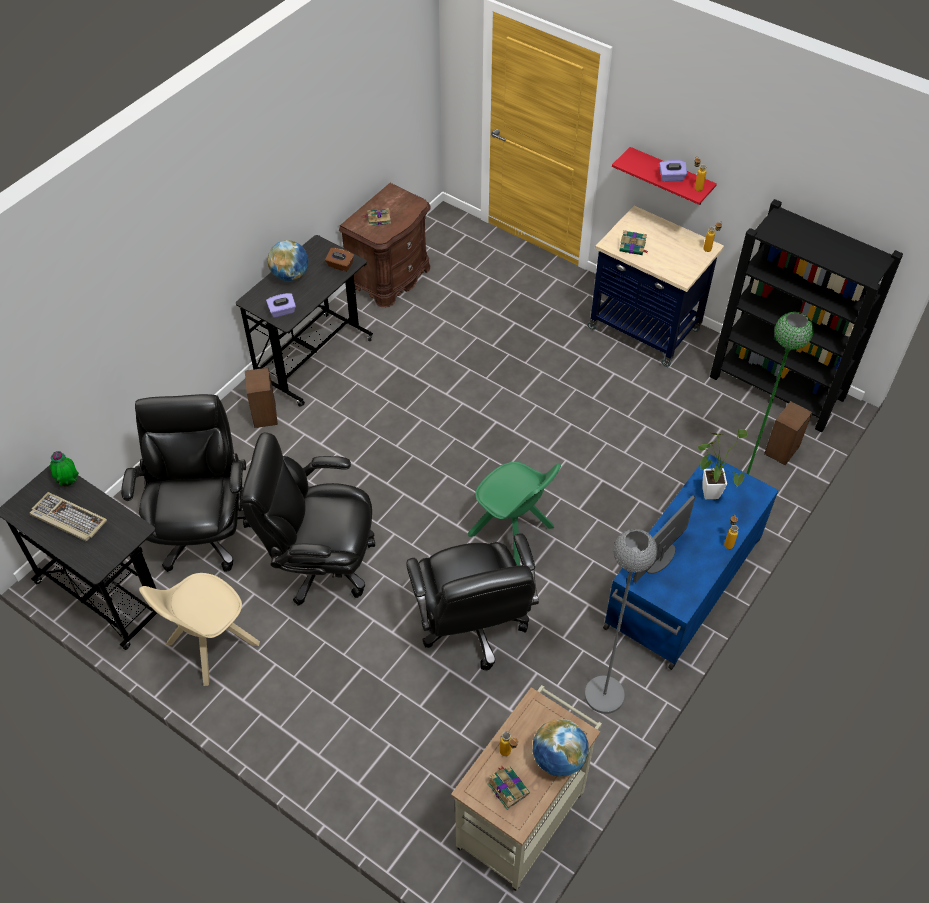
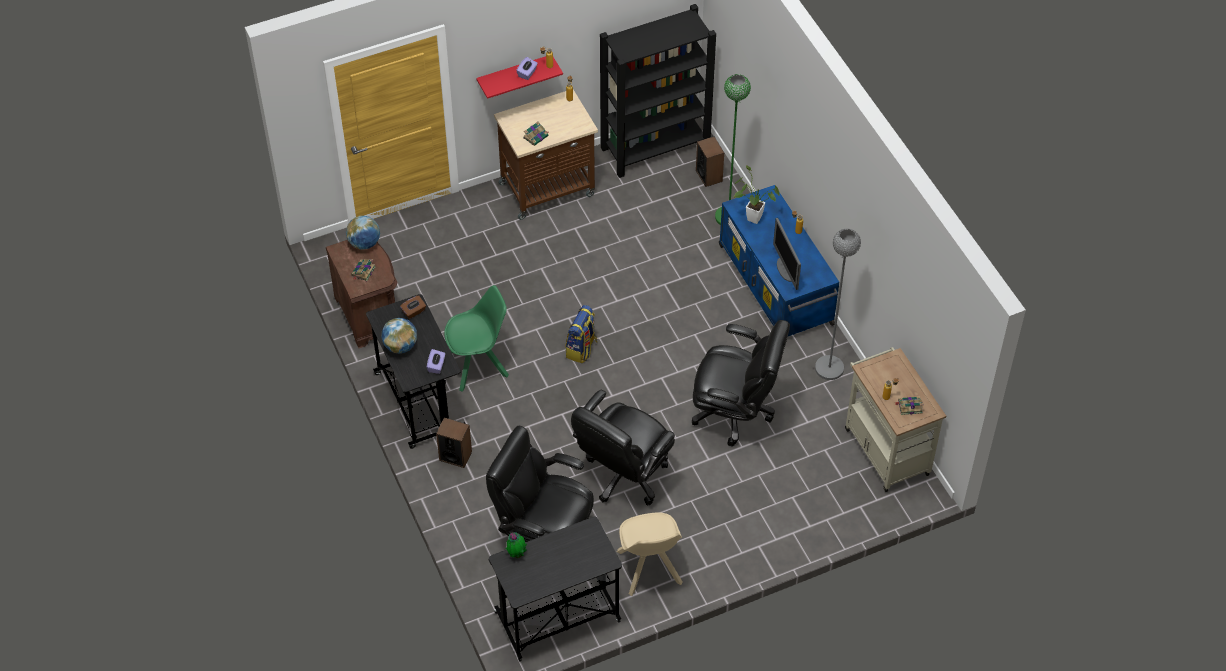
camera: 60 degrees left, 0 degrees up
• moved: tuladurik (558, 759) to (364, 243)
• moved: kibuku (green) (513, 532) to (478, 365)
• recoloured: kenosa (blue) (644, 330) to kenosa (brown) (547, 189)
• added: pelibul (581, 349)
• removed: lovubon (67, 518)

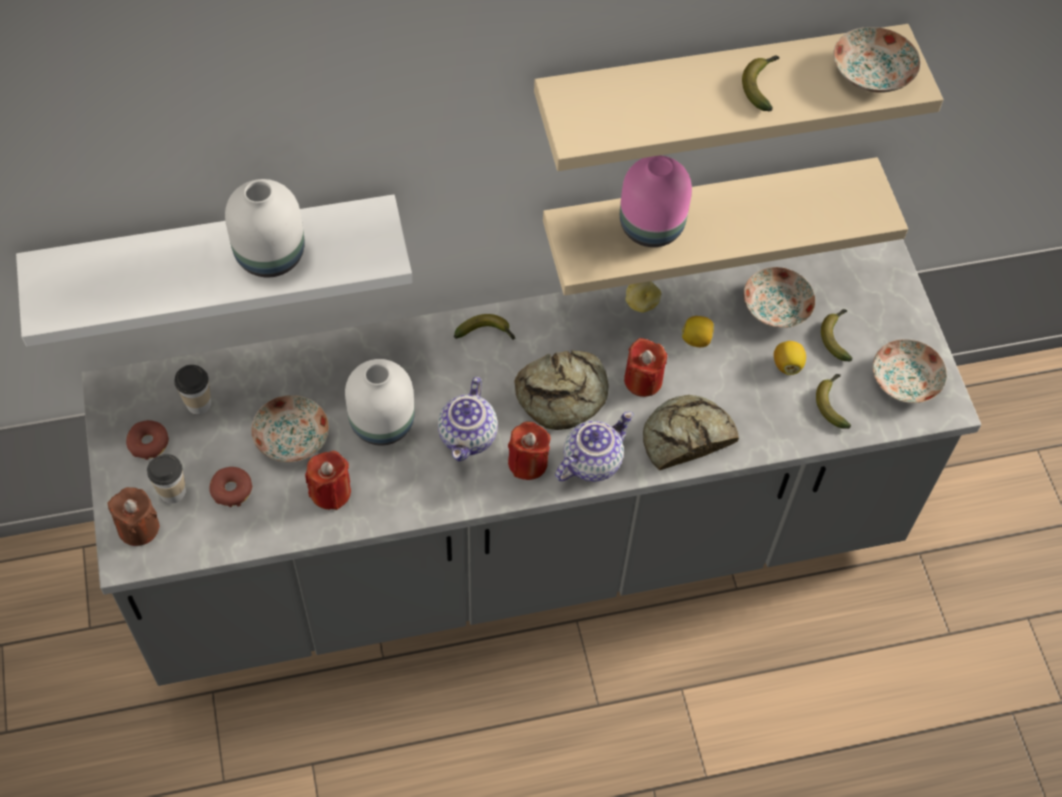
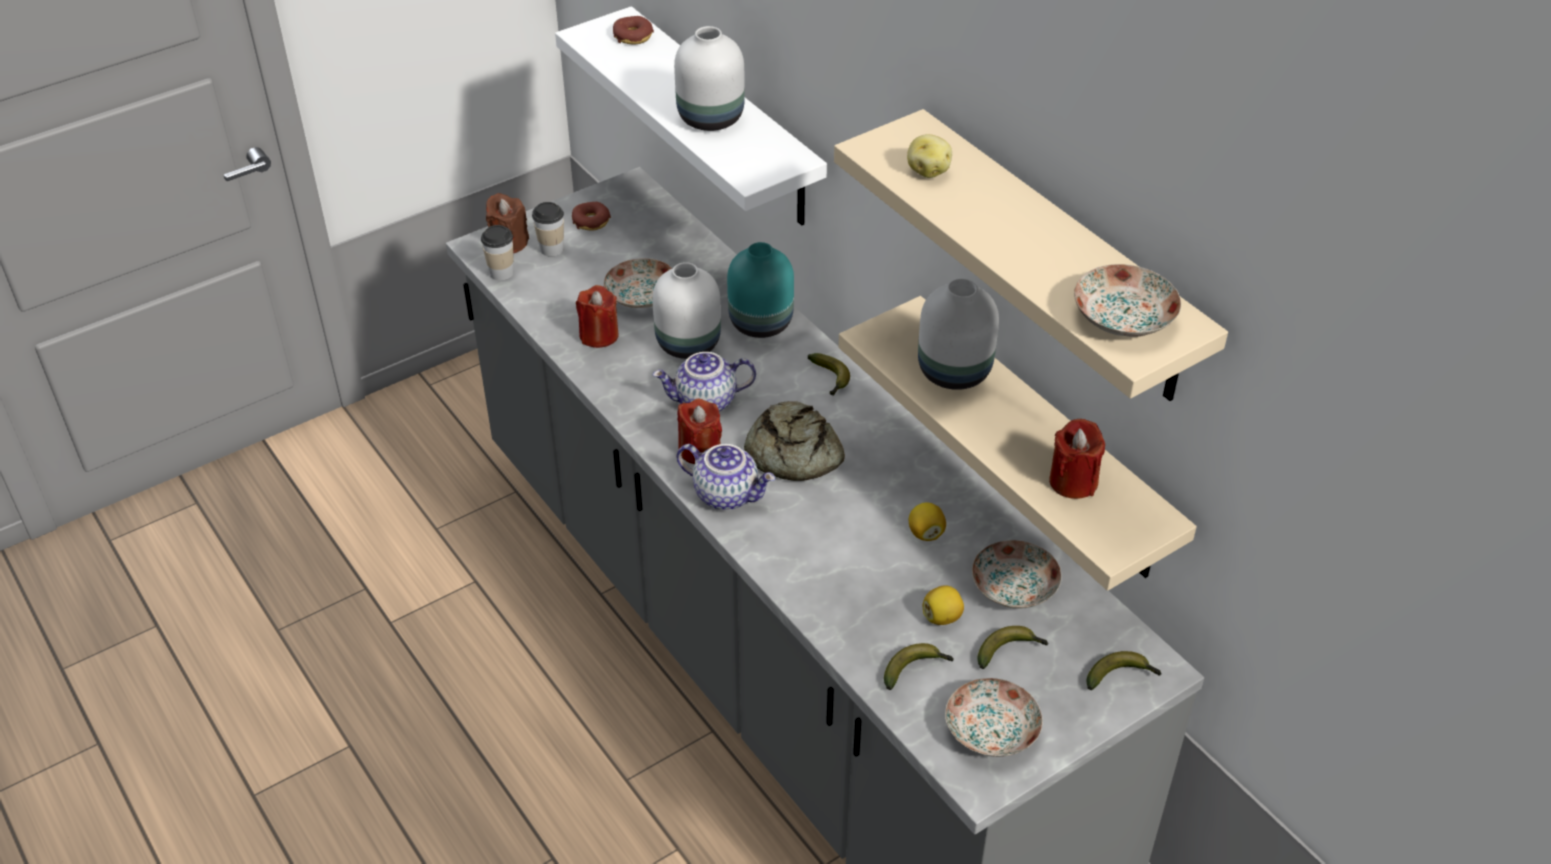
camera: 70 degrees right, 15 degrees down
• moved: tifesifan (198, 403) to (501, 272)
• moved: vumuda (231, 490) to (633, 36)
• added: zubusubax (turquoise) (761, 322)
• moved: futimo (641, 303) to (928, 171)
• recoloured: zubusubax (pink) (653, 227) to zubusubax (white) (954, 373)
• moved: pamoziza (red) (643, 380) to (1073, 481)
• moved: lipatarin (761, 85) to (1122, 676)
• removed: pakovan (685, 437)

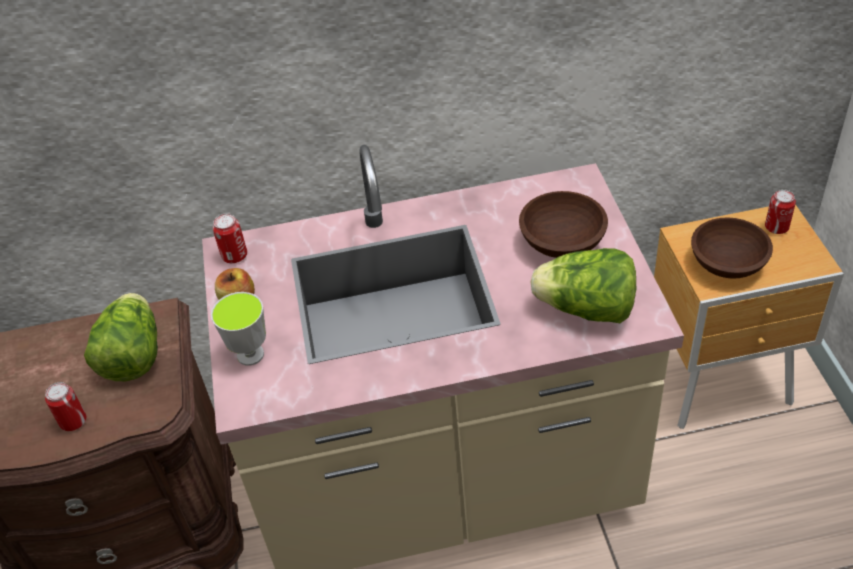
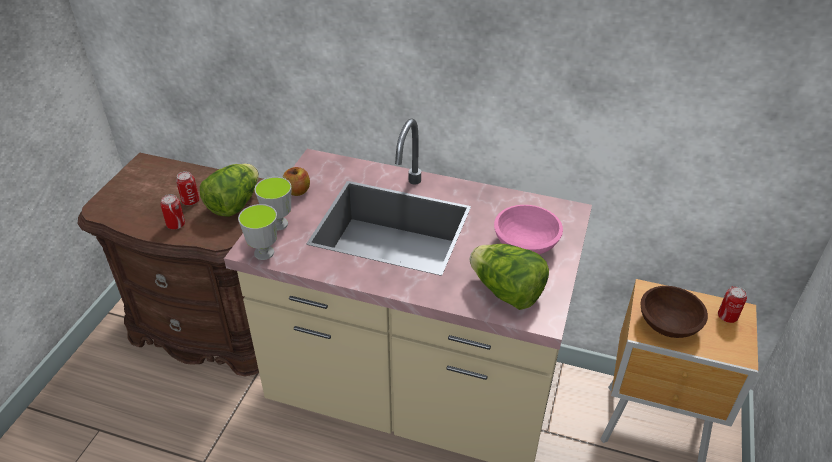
camera: 25 degrees right, 5 degrees down
• moved: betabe (234, 256) to (190, 201)
• added: tifesifan (264, 253)
• recoloured: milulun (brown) (563, 243) to milulun (pink) (526, 244)

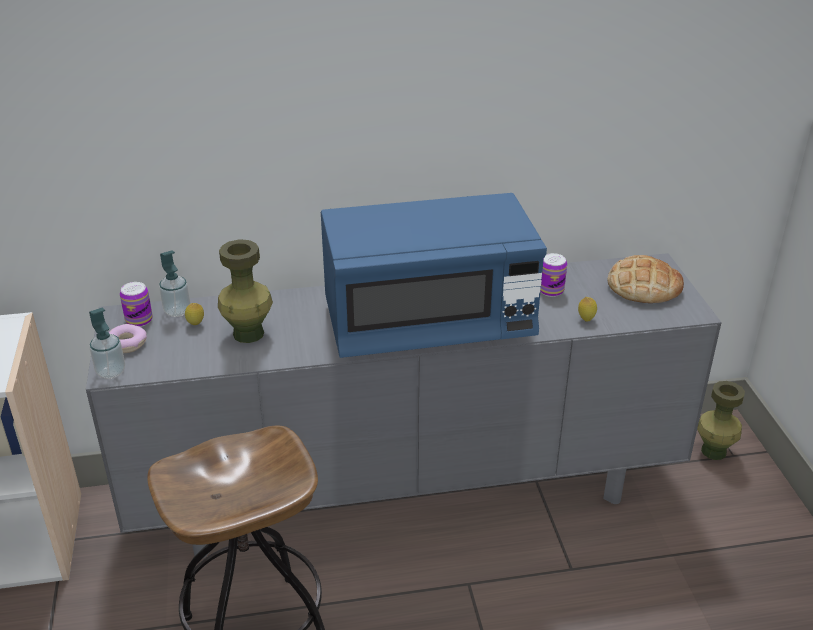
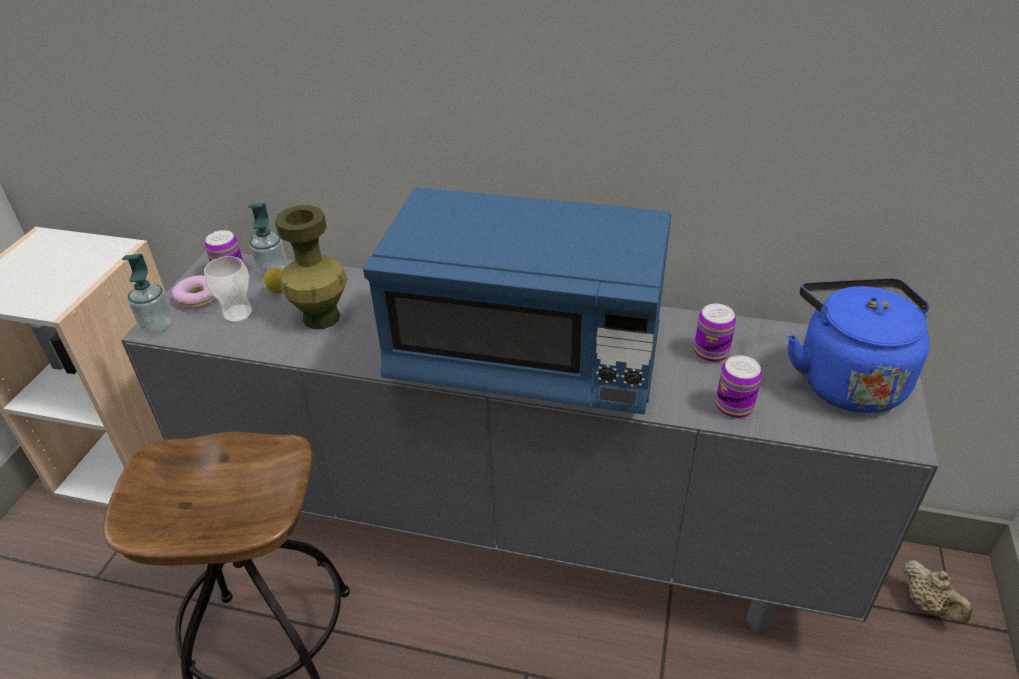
camera: 25 degrees right, 5 degrees up
• added: tifesifan (238, 314)
• replaced: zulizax (586, 319) to betabe (734, 406)
• replaced: pakovan (643, 286) to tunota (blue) (846, 379)
• replaced: zubusubax (green) (714, 451) to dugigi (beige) (928, 605)

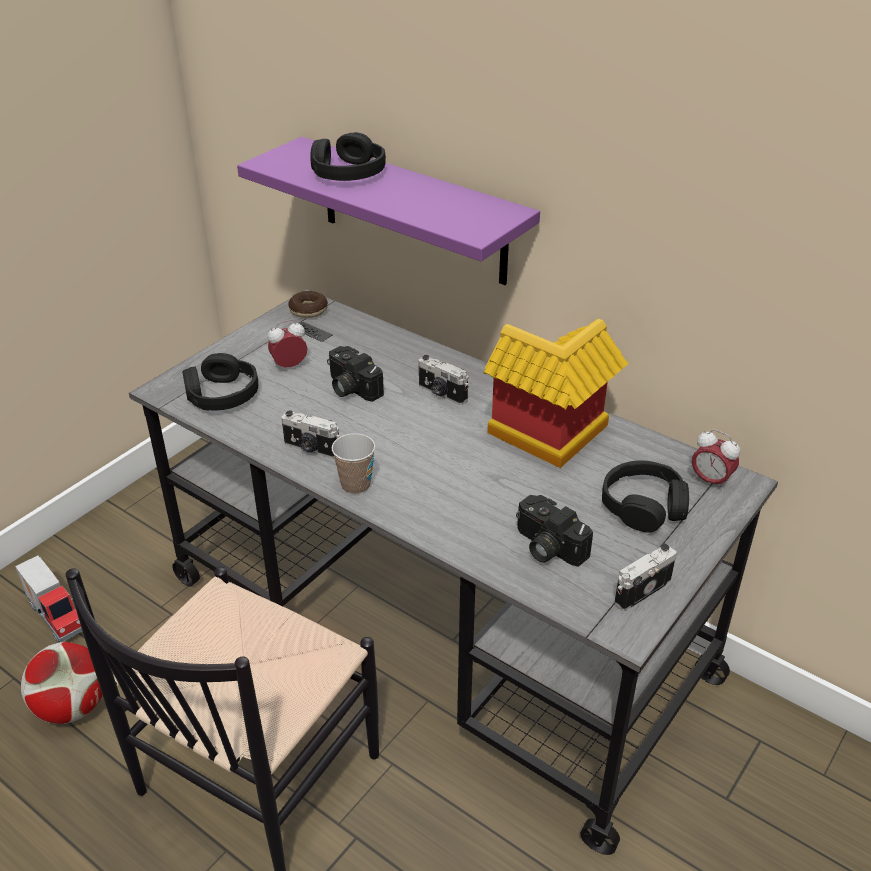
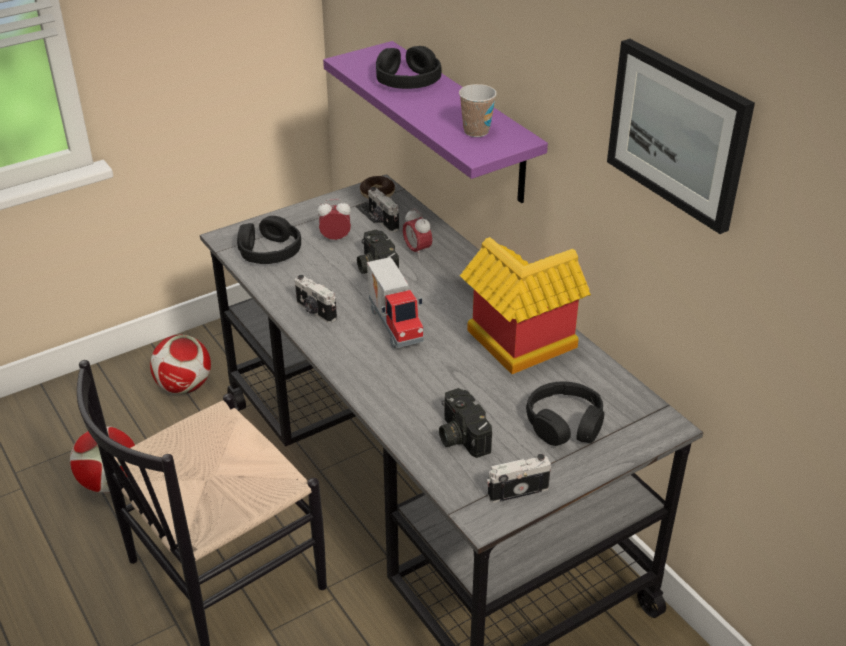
camera: 20 degrees right, 0 degrees up
• added: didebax (184, 386)
• moved: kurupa (58, 616) to (397, 325)
• moved: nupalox (441, 394) to (382, 221)
• moved: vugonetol (710, 481) to (417, 251)
• moved: tifesifan (355, 485) to (476, 131)
• added: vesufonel (678, 133)

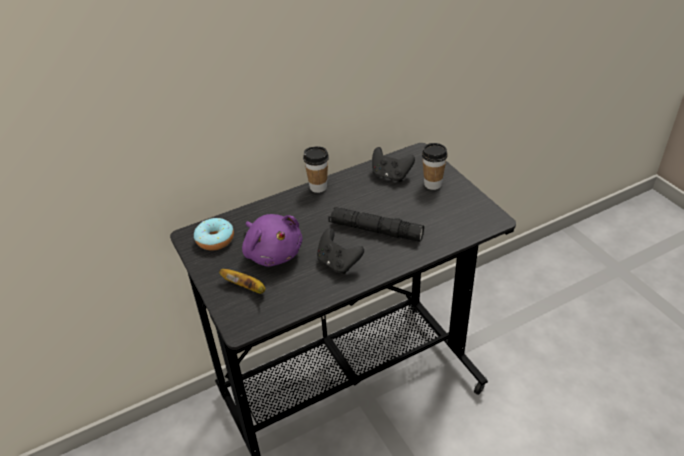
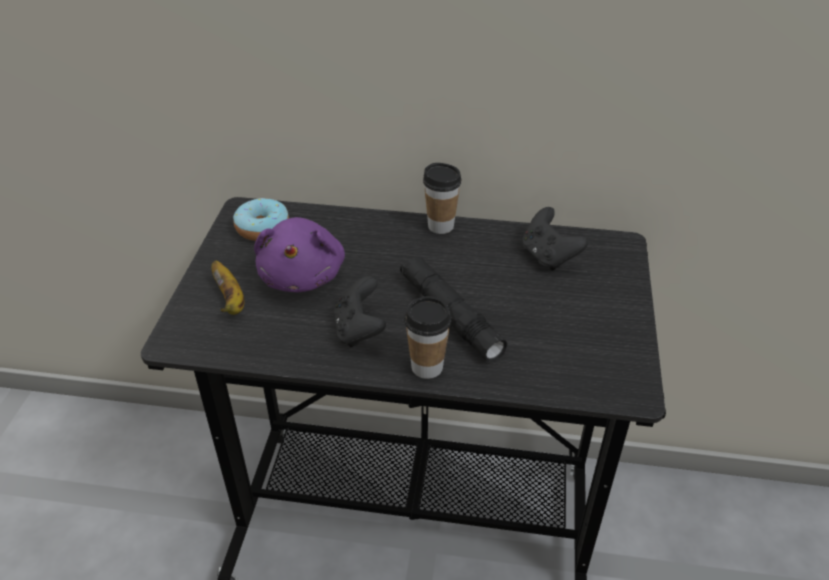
camera: 35 degrees right, 0 degrees up
• moved: tifesifan (432, 184) to (427, 367)

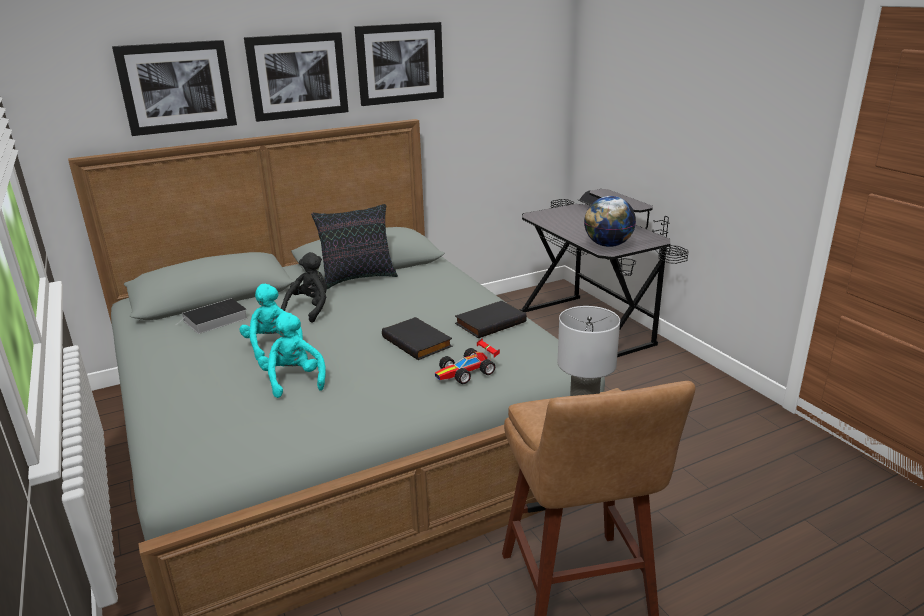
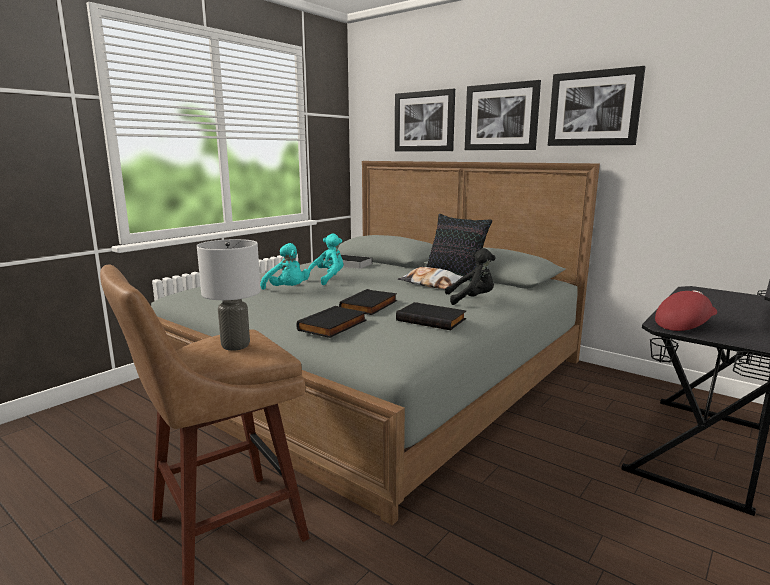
camera: 65 degrees right, 10 degrees down
• turned: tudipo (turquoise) (294, 380) = (287, 290) 90 degrees clockwise
• replaced: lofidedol (467, 372) to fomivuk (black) (333, 326)
• added: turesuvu (431, 284)
• moved: tudipo (black) (310, 309) to (472, 299)
• replaced: tuladurik (607, 245) to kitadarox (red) (684, 324)

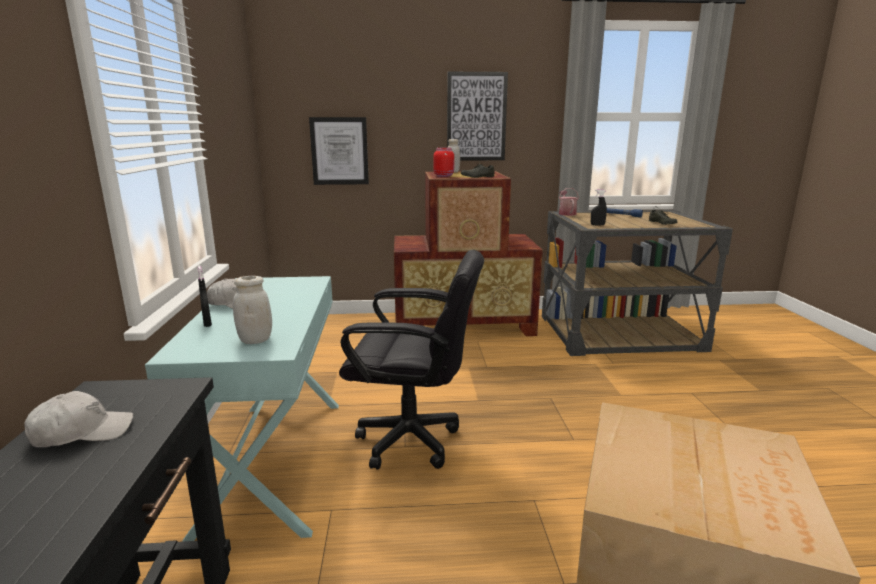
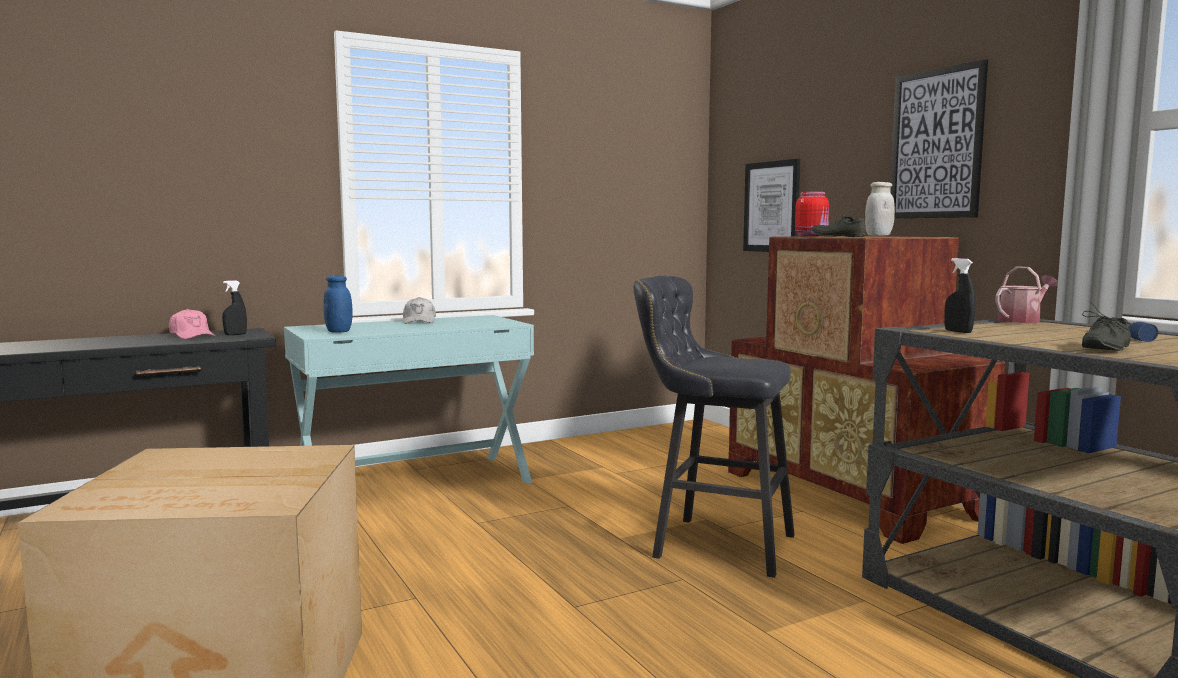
camera: 65 degrees right, 10 degrees down
• recoloured: kitadarox (white) (82, 432) to kitadarox (pink) (192, 335)
• moved: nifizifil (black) (207, 324) to (235, 334)
• recoloured: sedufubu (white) (255, 340) to sedufubu (blue) (338, 331)
• added: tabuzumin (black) (707, 543)
• removed: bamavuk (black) (415, 441)

